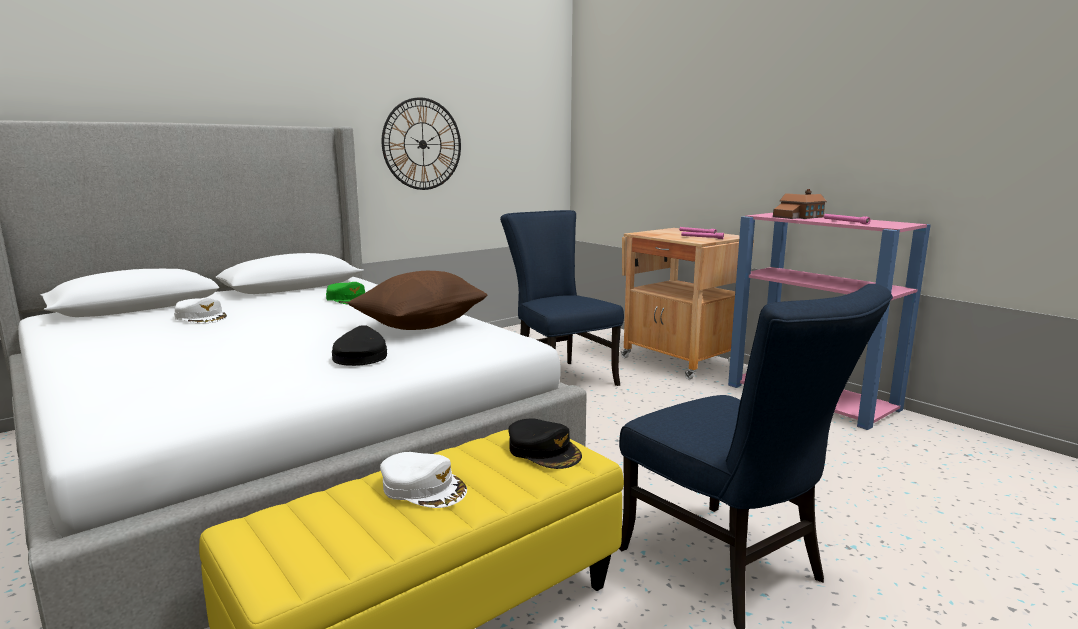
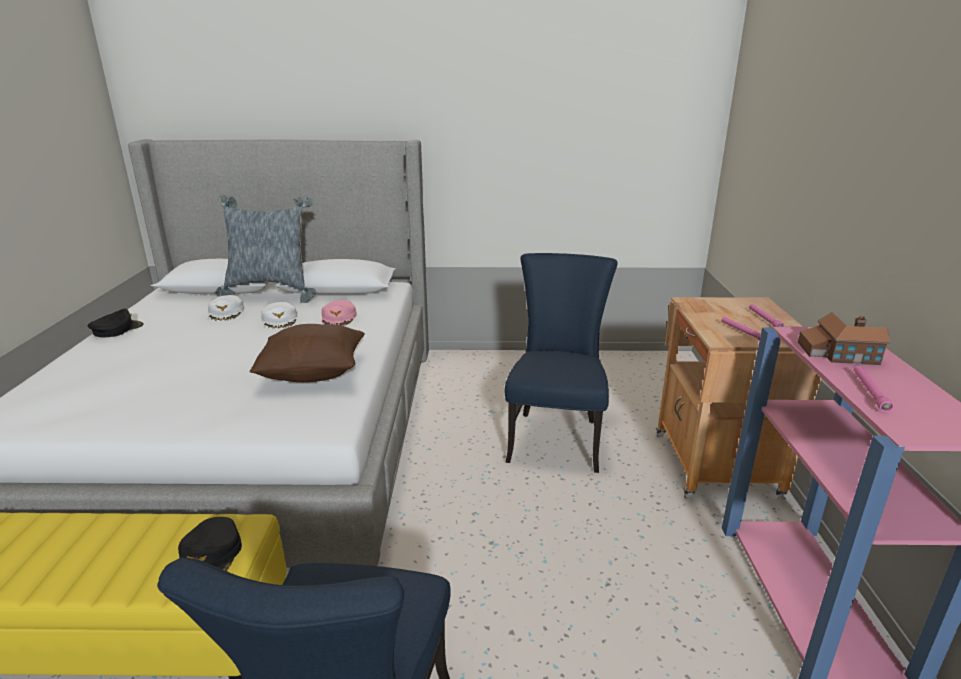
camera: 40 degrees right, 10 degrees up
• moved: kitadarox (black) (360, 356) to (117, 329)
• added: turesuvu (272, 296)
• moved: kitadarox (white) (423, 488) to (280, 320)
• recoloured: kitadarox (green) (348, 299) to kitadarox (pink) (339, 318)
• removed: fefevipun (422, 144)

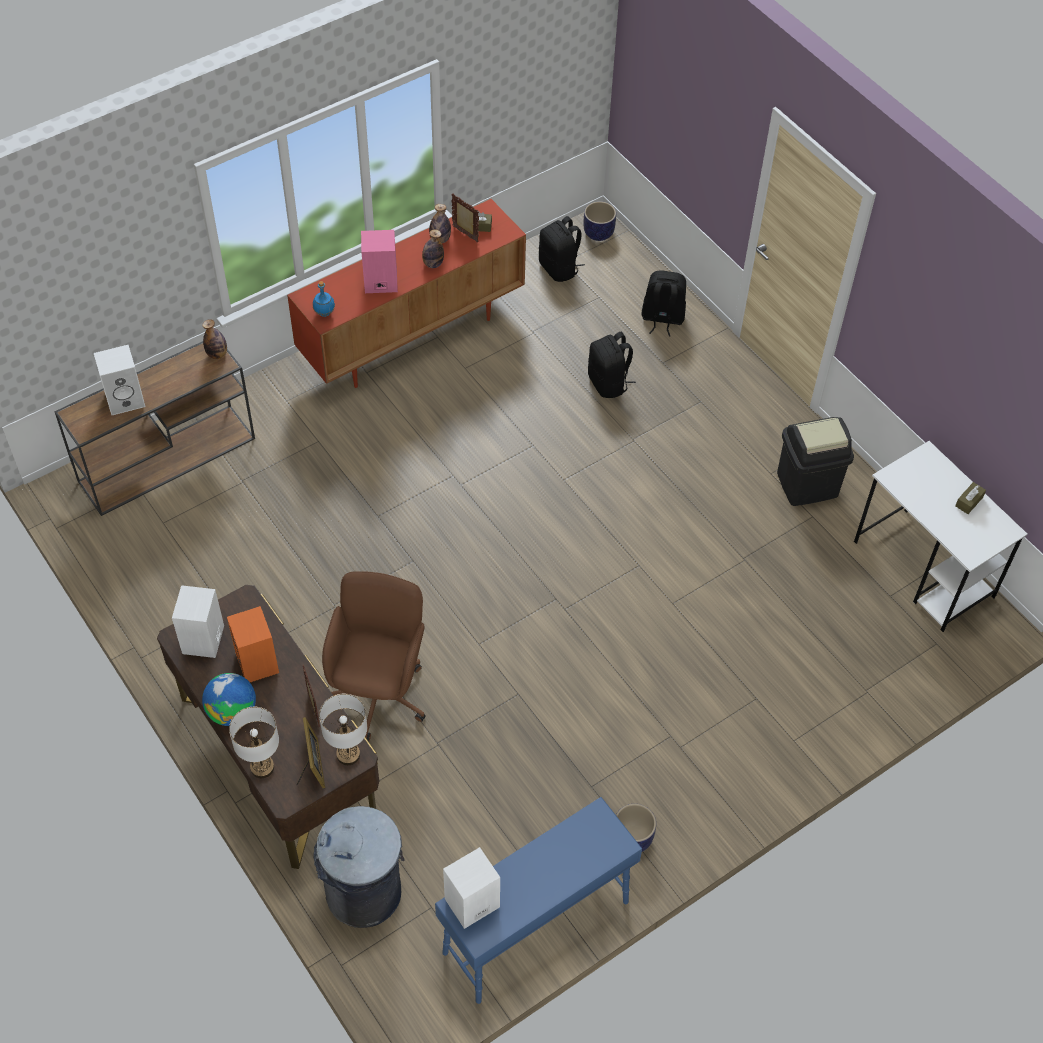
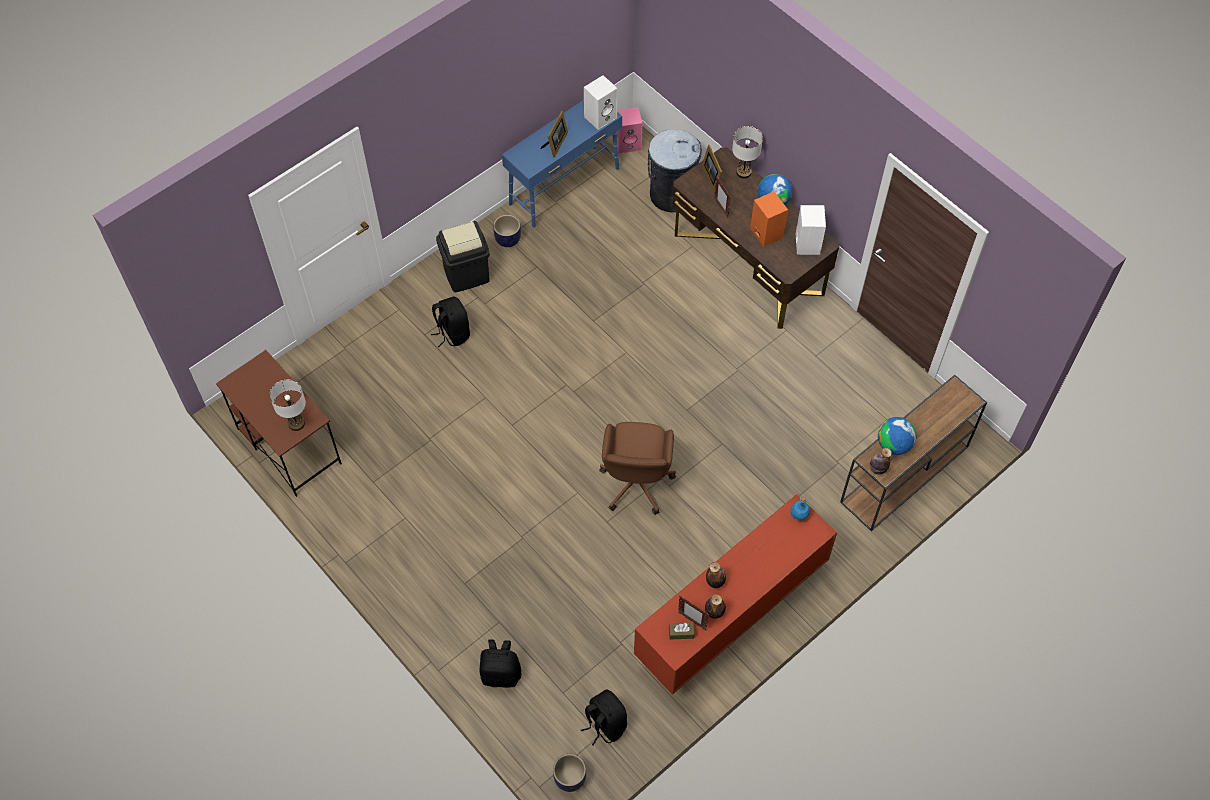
camera: 175 degrees right, 5 degrees up
• recoloured: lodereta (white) (924, 570) to lodereta (brown) (288, 445)
• moved: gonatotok (348, 755) to (296, 423)
• moved: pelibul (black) (608, 383) to (452, 333)
• moved: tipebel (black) (807, 485) to (466, 274)
• added: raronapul (555, 144)
• moved: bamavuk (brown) (380, 695) to (636, 485)
• moved: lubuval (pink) (380, 282) to (628, 143)
• added: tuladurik (894, 445)
• removed: lubuval (white) (126, 399)
• removed: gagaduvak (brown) (969, 501)

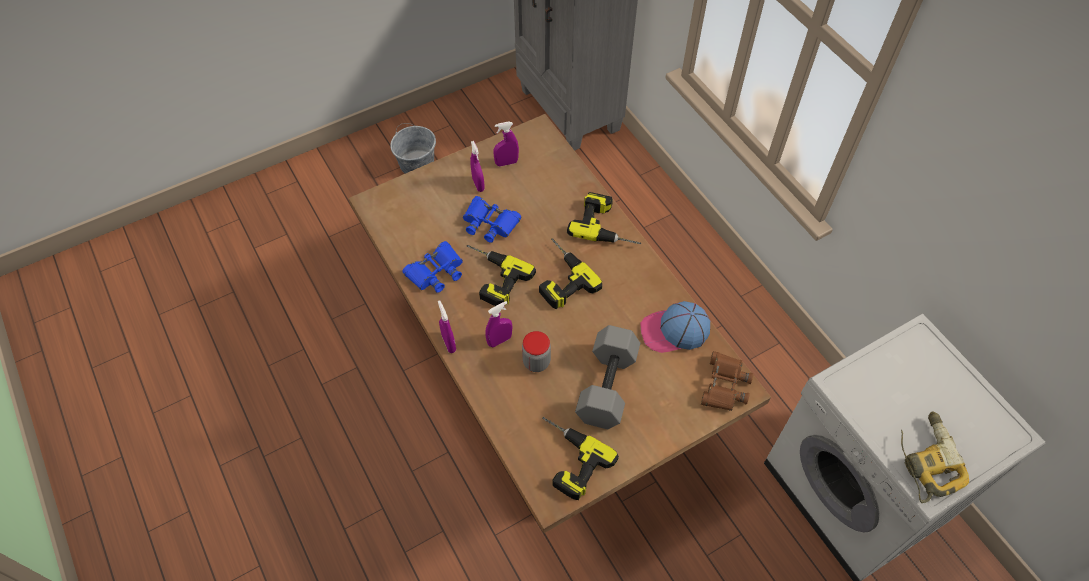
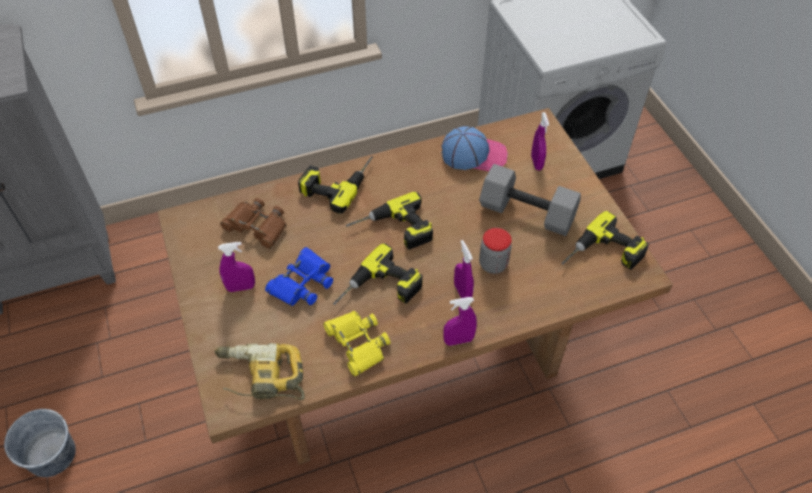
camera: 80 degrees left, 5 degrees down
• moved: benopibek (925, 459) to (260, 377)
• moved: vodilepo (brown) (724, 385) to (257, 226)
• recoloured: vodilepo (blue) (436, 271) to vodilepo (yellow) (357, 344)
• turned: kitadarox (674, 331) = (474, 155) 90 degrees counterclockwise
• moved: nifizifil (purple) (506, 163) to (536, 163)

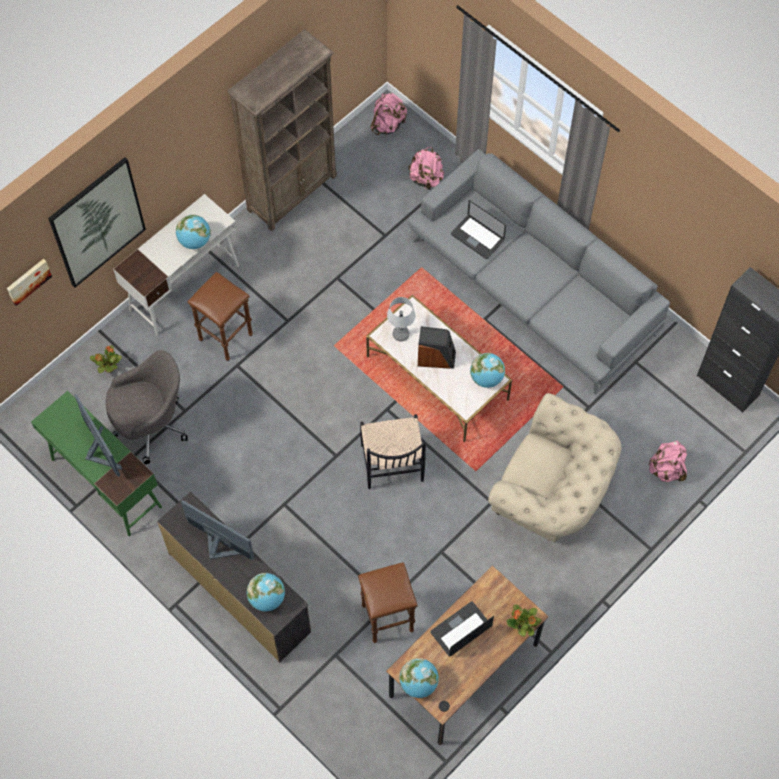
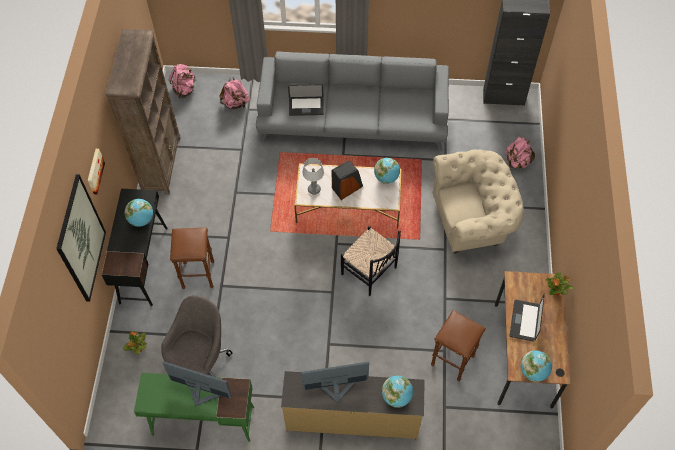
camera: 40 degrees left, 5 degrees down
• moved: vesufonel (28, 281) to (94, 171)
• recoloured: lodereta (white) (185, 287) to lodereta (black) (143, 264)

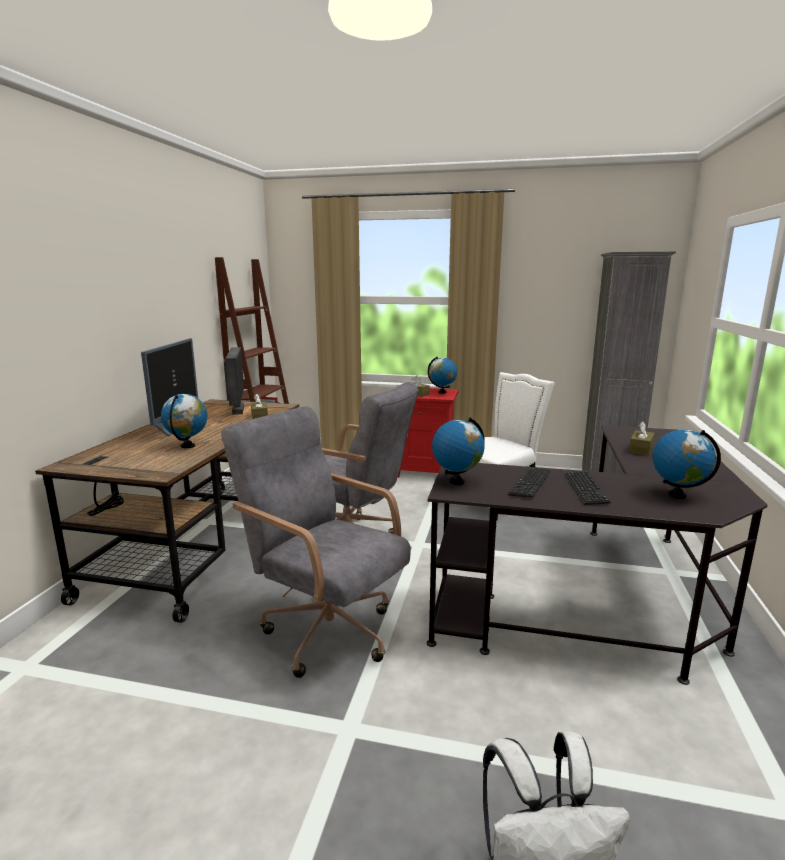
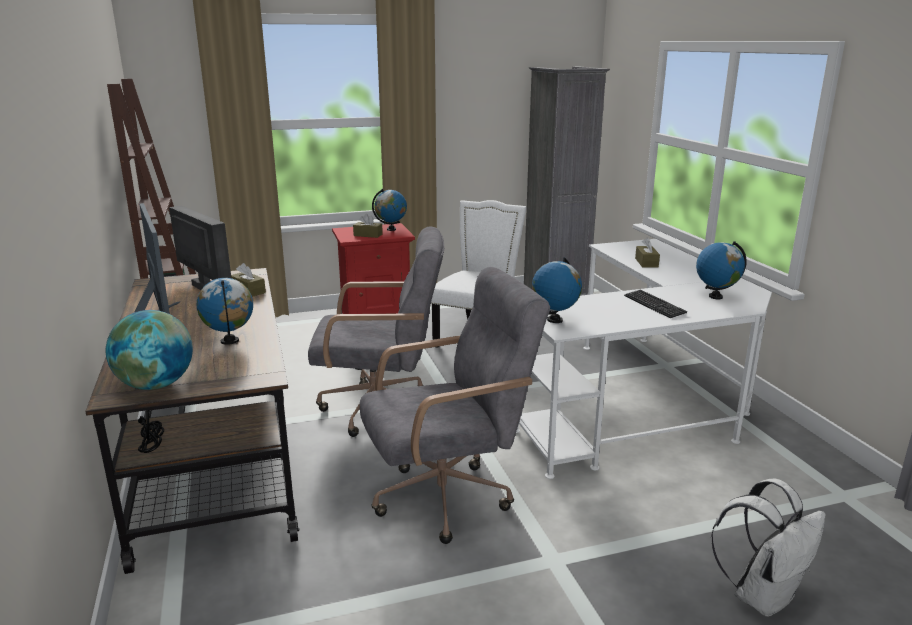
camera: 30 degrees left, 5 degrees up
• added: tuladurik (156, 385)
• turned: bamavuk (grey) (324, 631) = (449, 498) 150 degrees clockwise
• recoloured: lodereta (black) (601, 603) to lodereta (white) (641, 404)
• removed: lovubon (530, 484)

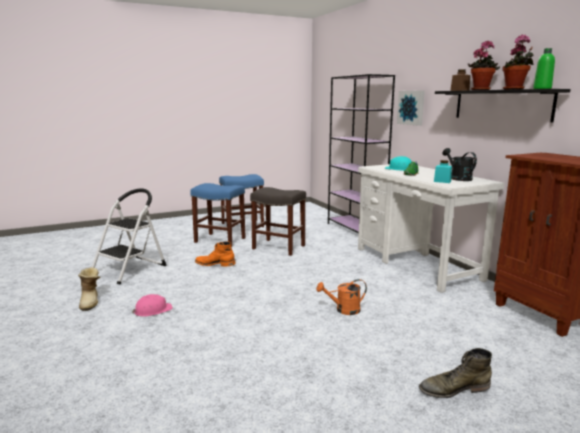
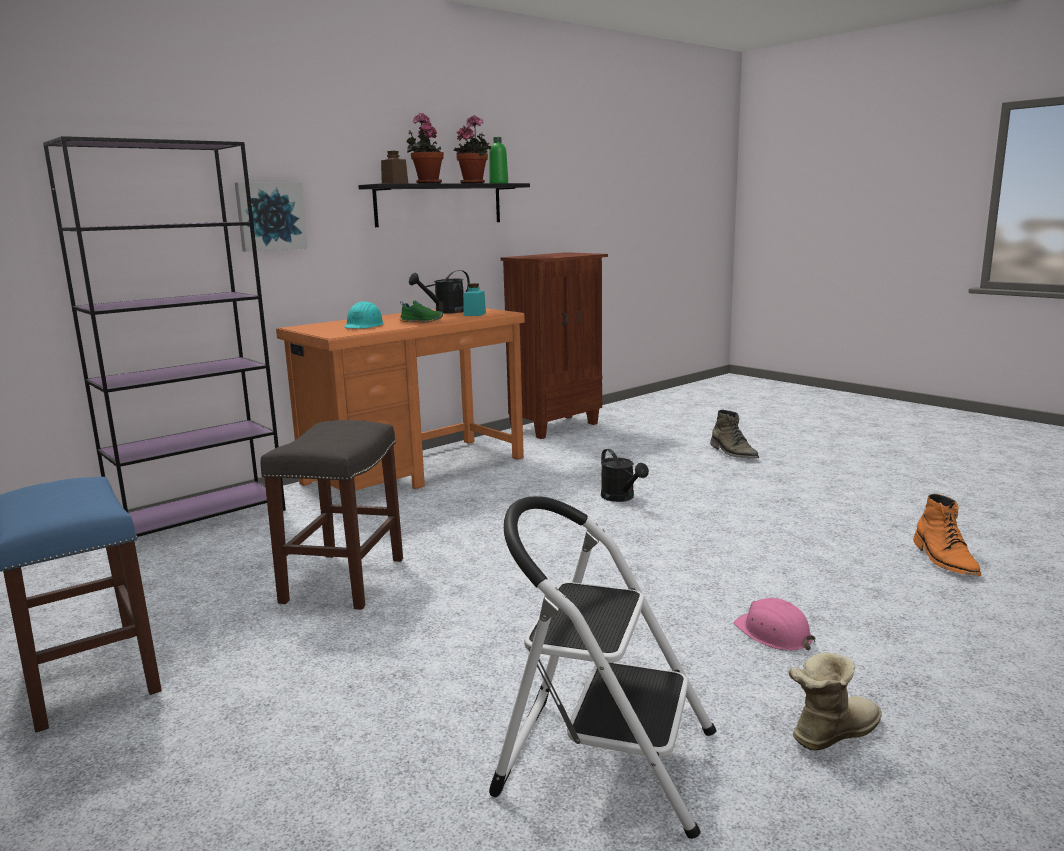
camera: 105 degrees left, 0 degrees up
• recoloured: lodereta (white) (417, 263) to lodereta (orange) (415, 470)
• recoloured: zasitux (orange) (343, 310) to zasitux (black) (621, 498)
• moved: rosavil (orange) (215, 264) to (944, 560)
• removed: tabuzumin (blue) (219, 240)

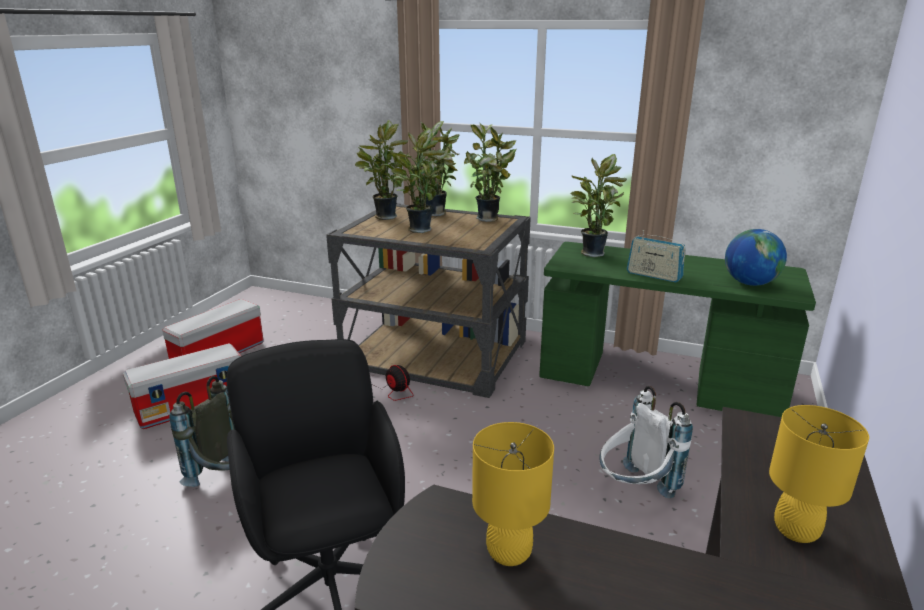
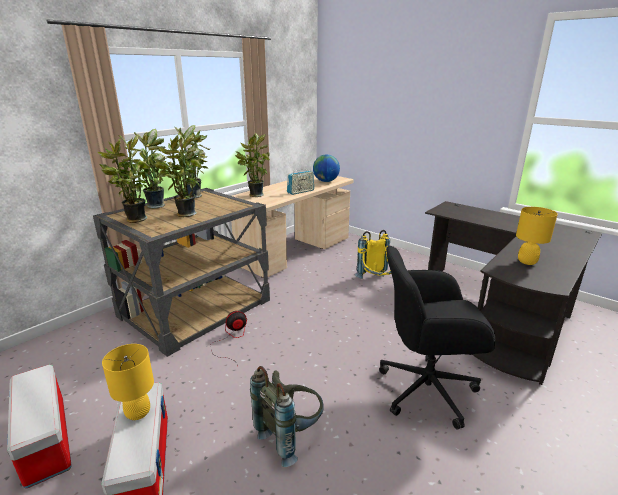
camera: 70 degrees left, 0 degrees up
• moved: gonatotok (yellow) (794, 533) to (138, 414)
• recoloured: lodereta (green) (658, 383) to lodereta (beige) (295, 252)
• recoloured: pelibul (white) (634, 491) to pelibul (yellow) (375, 282)

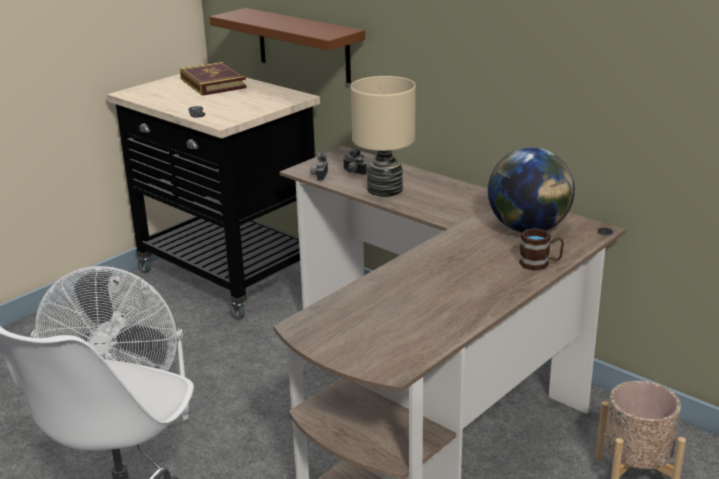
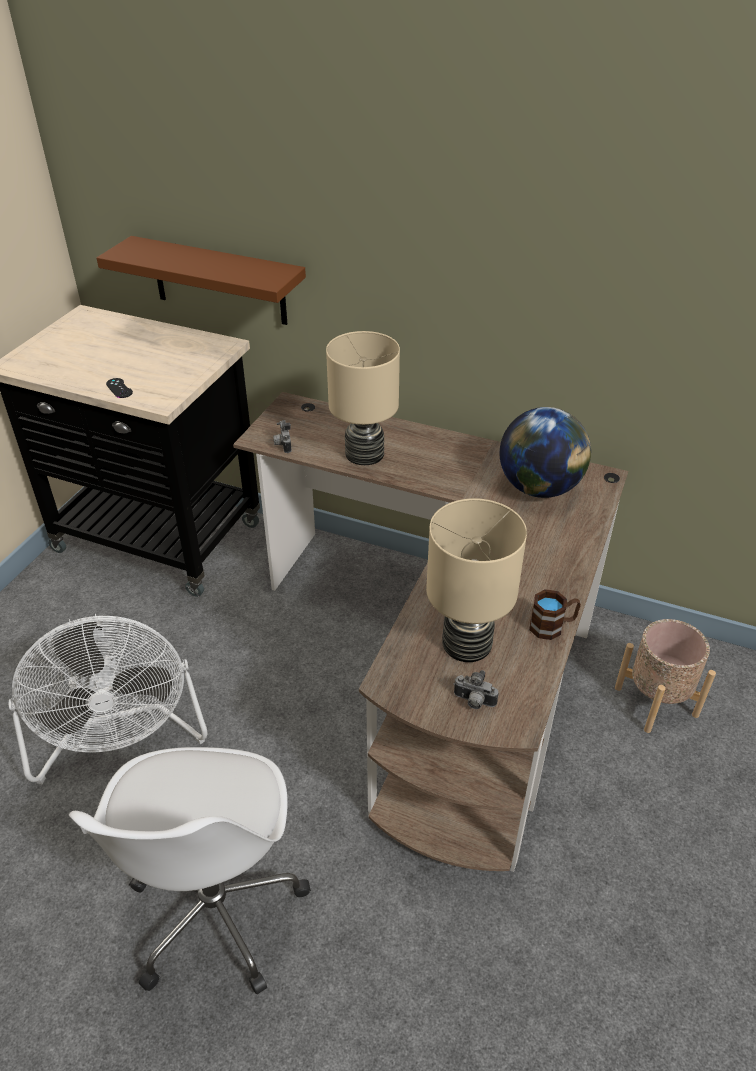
camera: 20 degrees left, 15 degrees up
• added: gonatotok (beige) (466, 644)
• moved: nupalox (353, 173) to (473, 702)
• moved: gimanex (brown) (540, 264) to (552, 626)
• removed: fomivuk (213, 83)

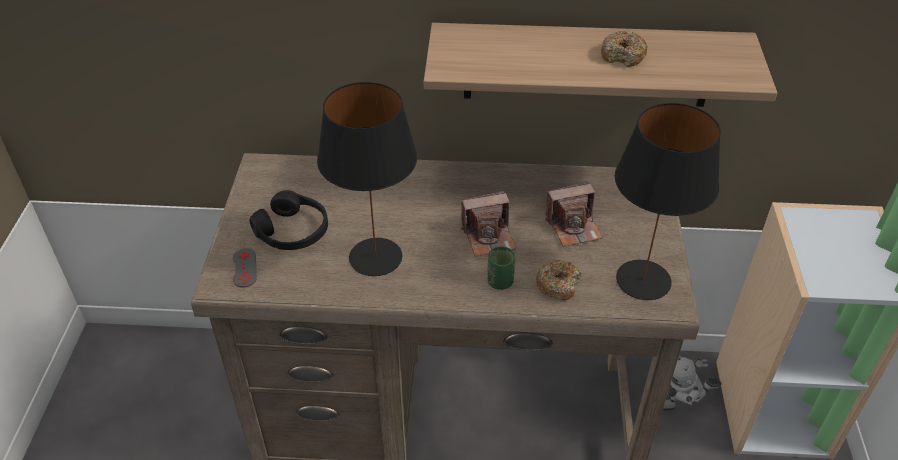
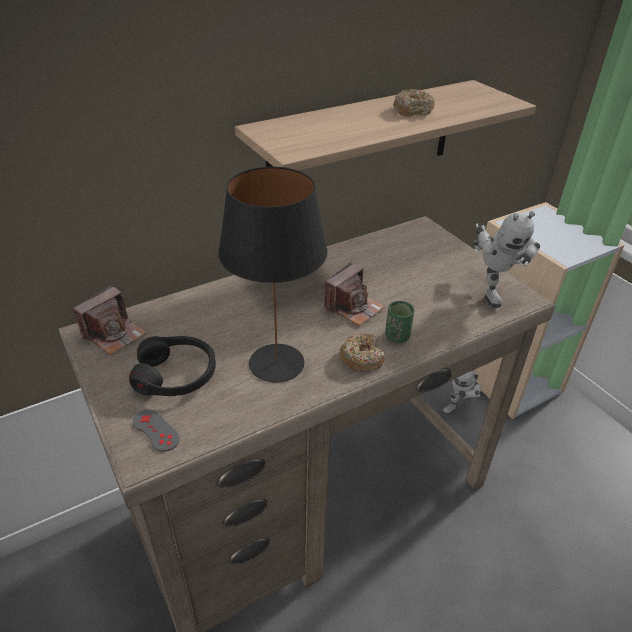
camera: 35 degrees left, 5 degrees down
• moved: nupalox (573, 227) to (114, 334)
• moved: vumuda (558, 284) to (361, 358)
• replaced: gonatotok (black) (644, 279) to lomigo (490, 290)

